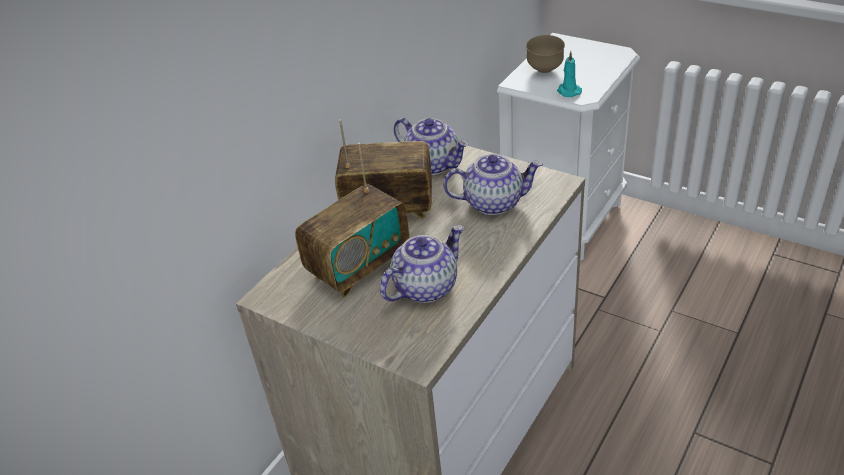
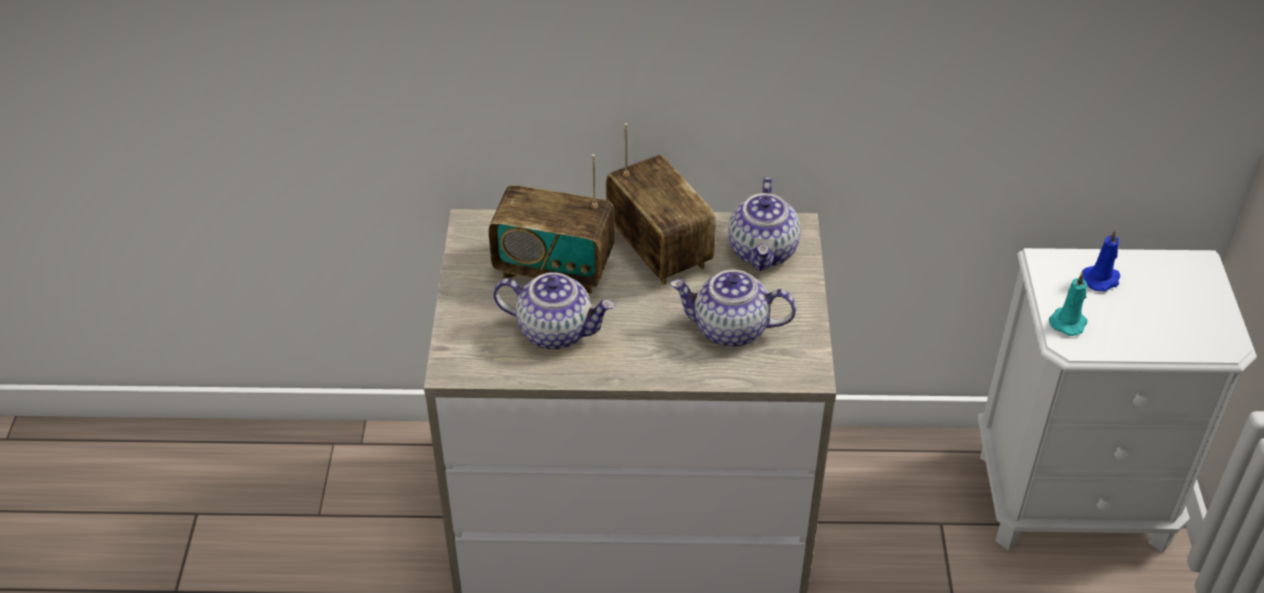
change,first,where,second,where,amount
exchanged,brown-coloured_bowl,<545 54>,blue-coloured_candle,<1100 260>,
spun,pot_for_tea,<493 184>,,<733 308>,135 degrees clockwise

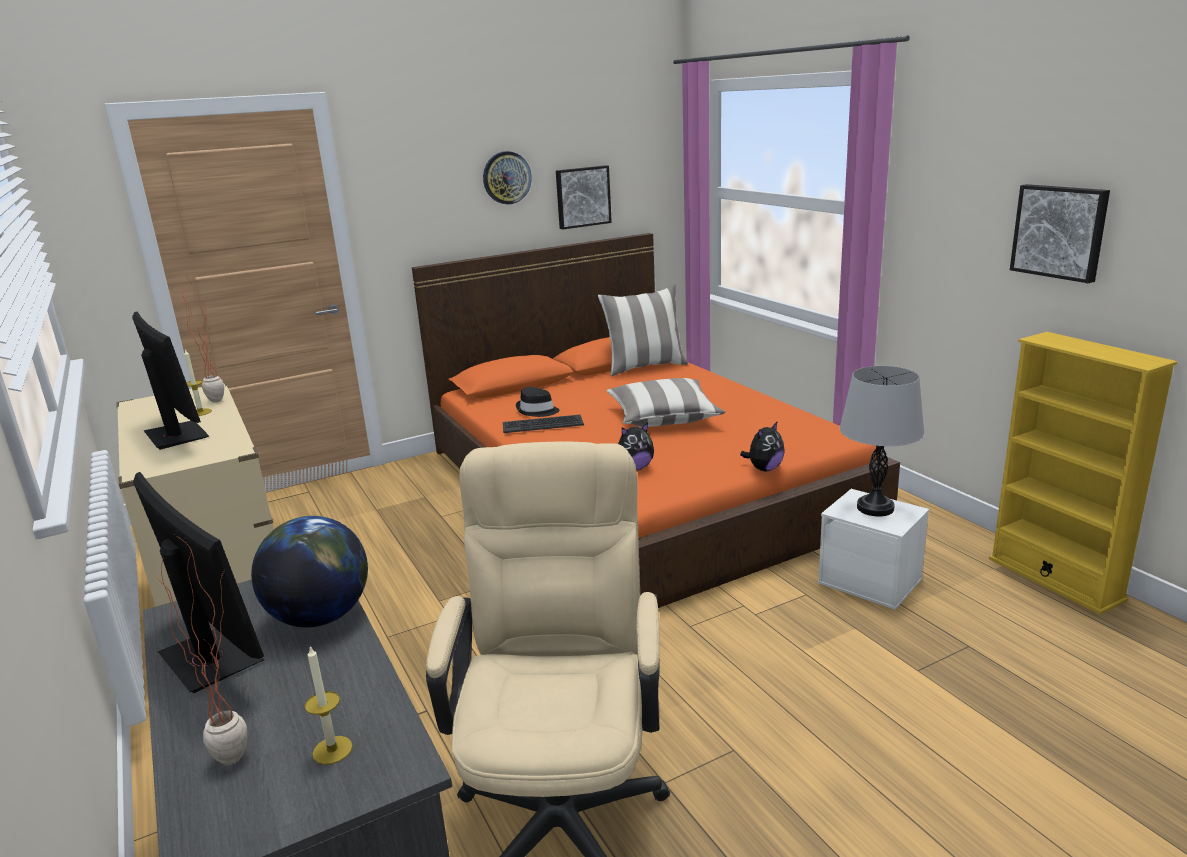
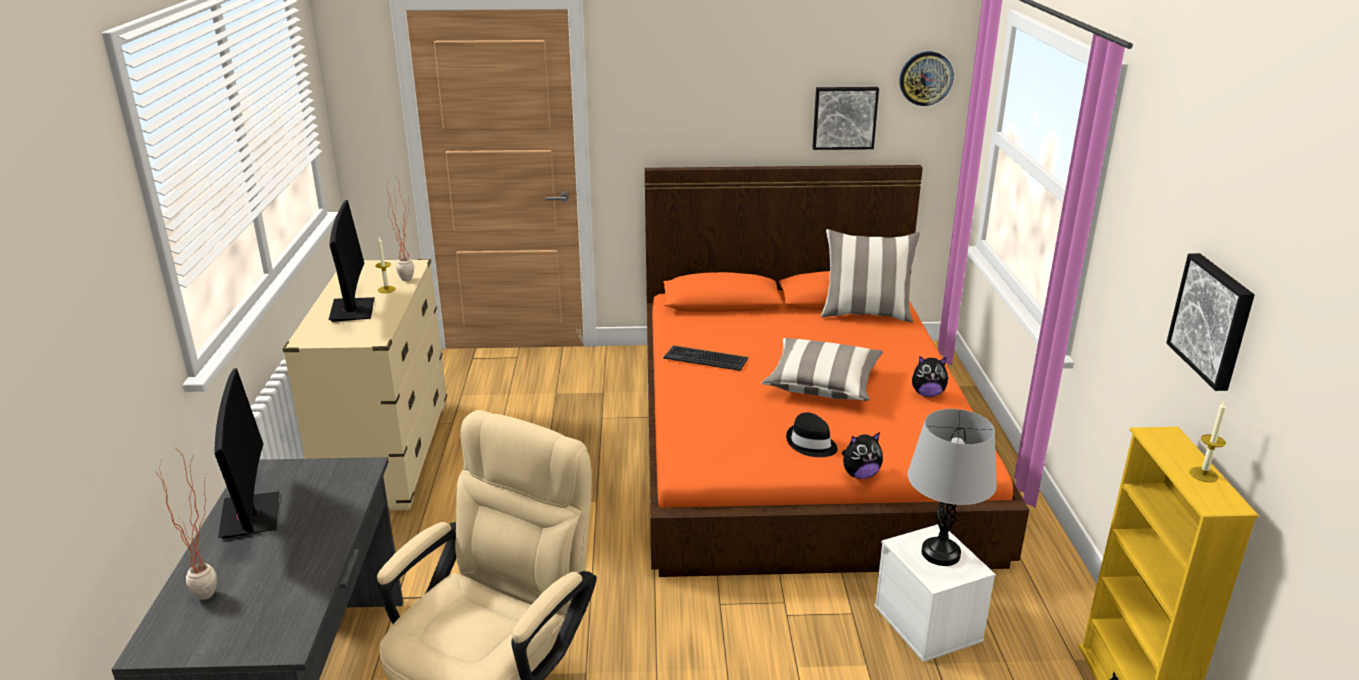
change,first,where,second,where,amount
missing,world_globe,<309 572>,,,
relocated,candle,<329 705>,,<1208 441>,
relocated,wall_clock,<507 177>,,<927 78>,
relocated,black-coloured_wearable_hat,<537 402>,,<812 434>,
relocated,soft_toy,<636 446>,,<930 377>,

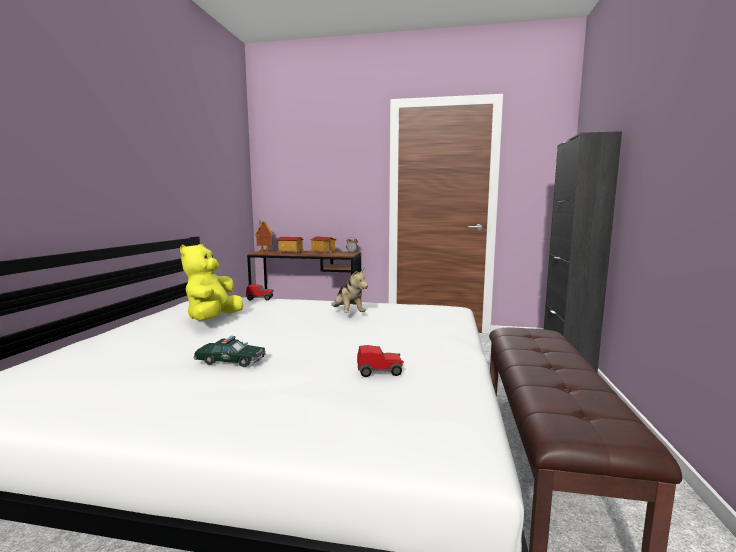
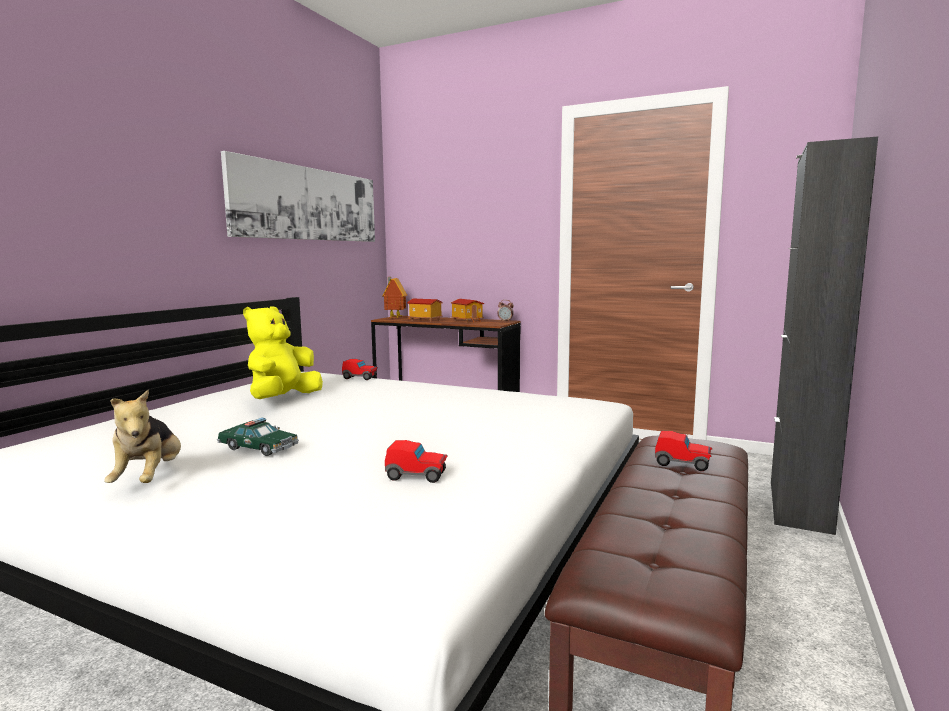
change,first,where,second,where,amount
appeared,,,picture,<298 196>,
appeared,,,model_car,<683 451>,
relocated,soft_toy,<349 290>,,<142 436>,

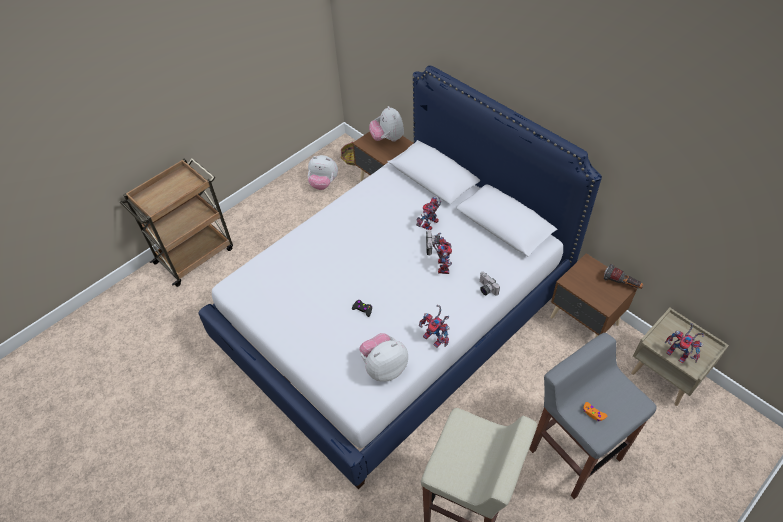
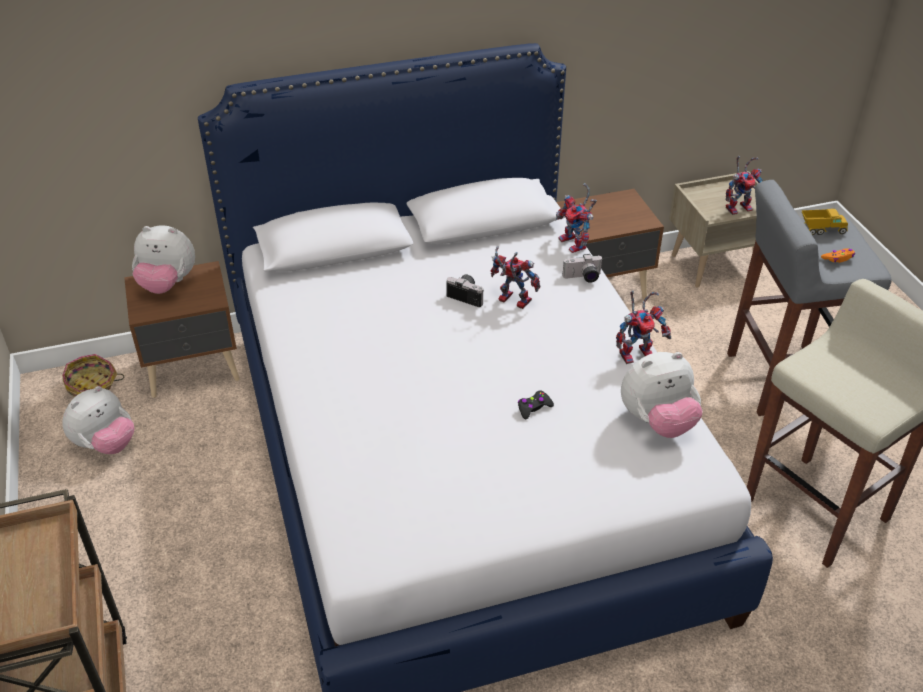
change,first,where,second,where,amount
missing,flashlight,<624 276>,,,
appeared,,,model_truck,<824 221>,
relocated,toy_robot,<428 213>,,<576 218>,
spun,soft_toy,<384 357>,,<661 395>,105 degrees counterclockwise

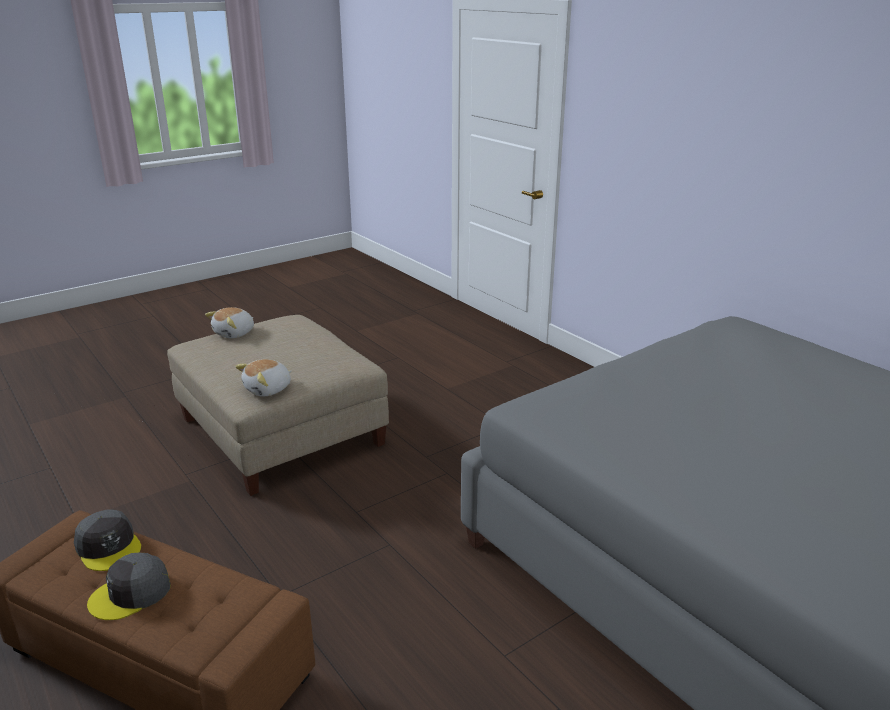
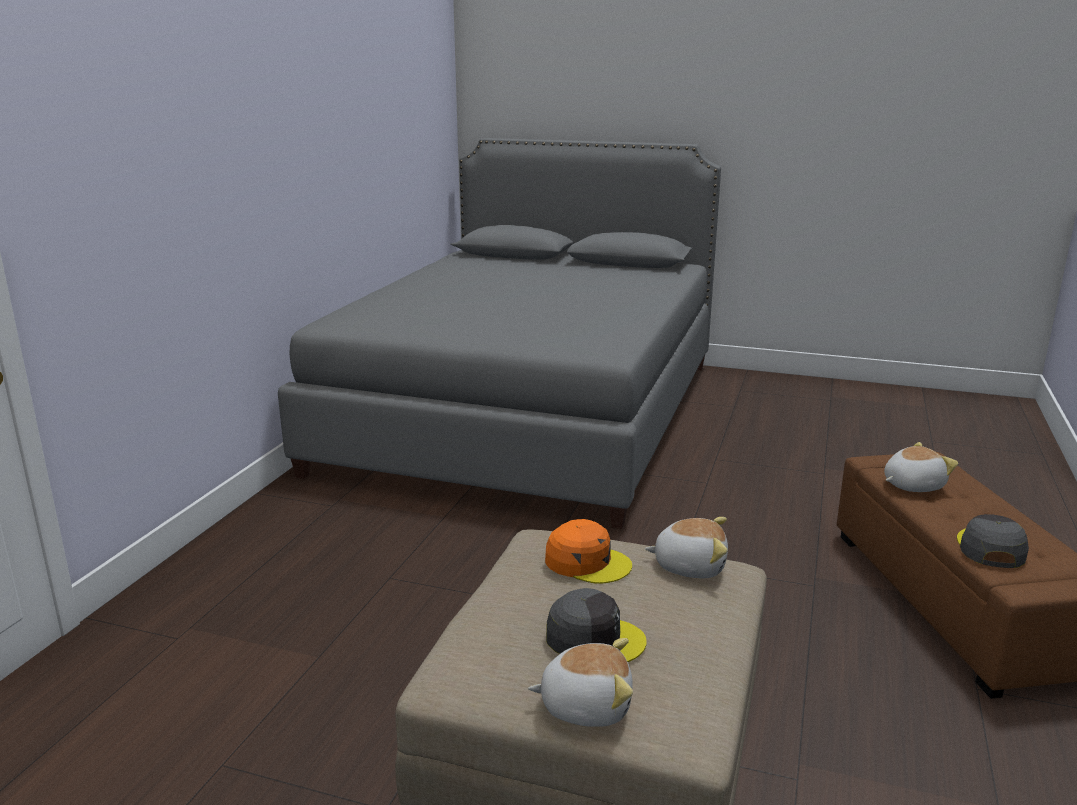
change,first,where,second,where,amount
appeared,,,orange_cap,<588 551>,
appeared,,,soft_toy,<921 467>,
relocated,gray_cap,<129 586>,,<596 625>,

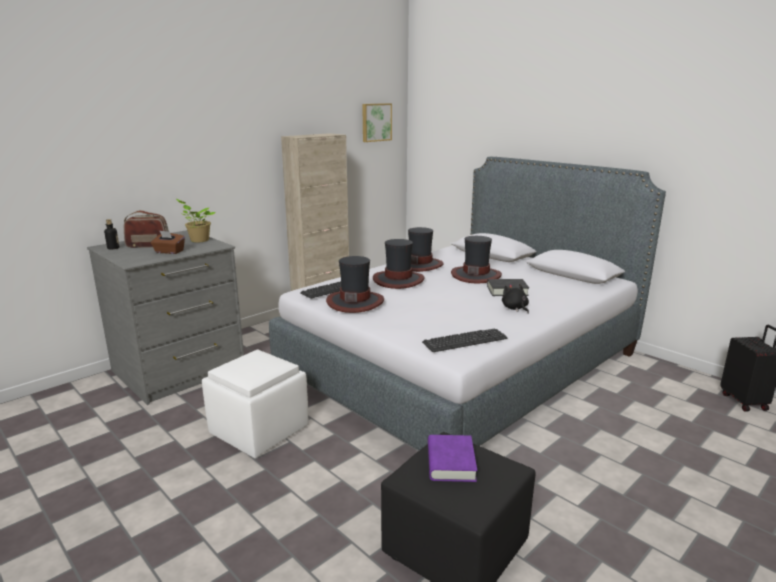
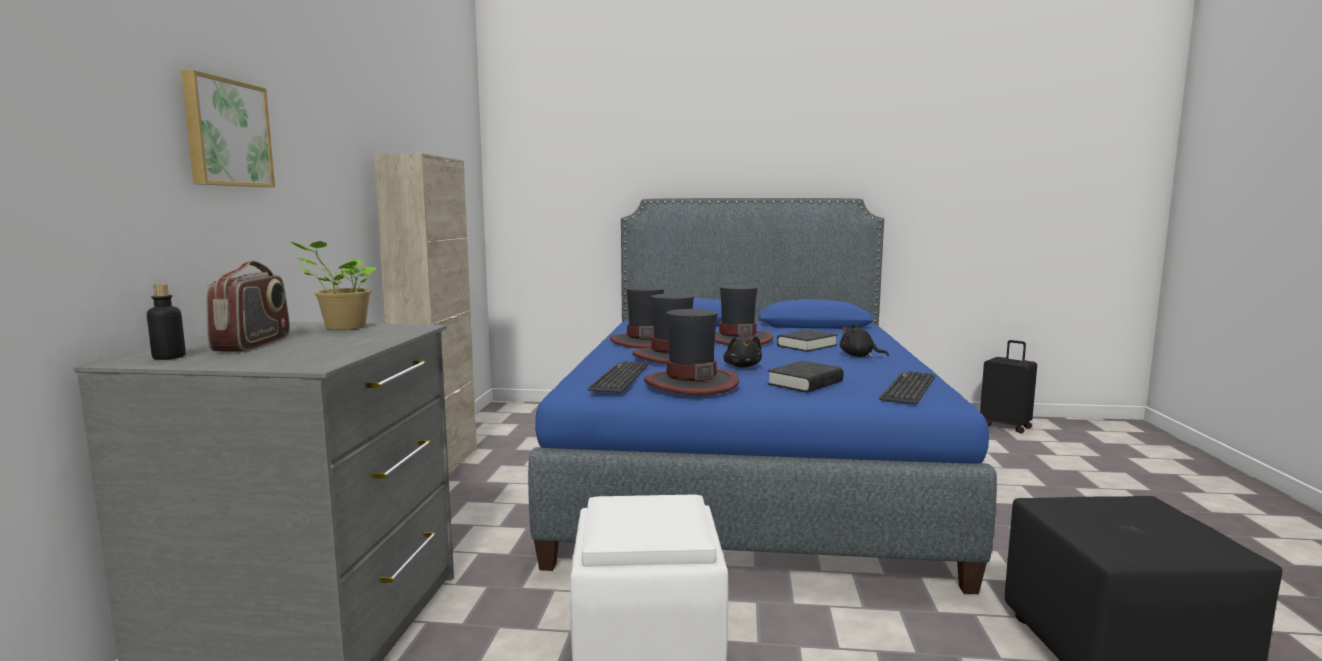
change,first,where,second,where,amount
missing,brown-coloured_tissue_holder,<168 242>,,,
missing,purple-coloured_bound_book,<452 458>,,,
appeared,,,black-coloured_soft_toy,<742 352>,
appeared,,,black-coloured_bound_book,<806 377>,
relocated,picture,<377 122>,,<228 128>,
colour,gray_bed,<467 303>,blue-coloured_bed,<762 396>,
spun,radio_receiver,<146 229>,,<248 306>,135 degrees clockwise

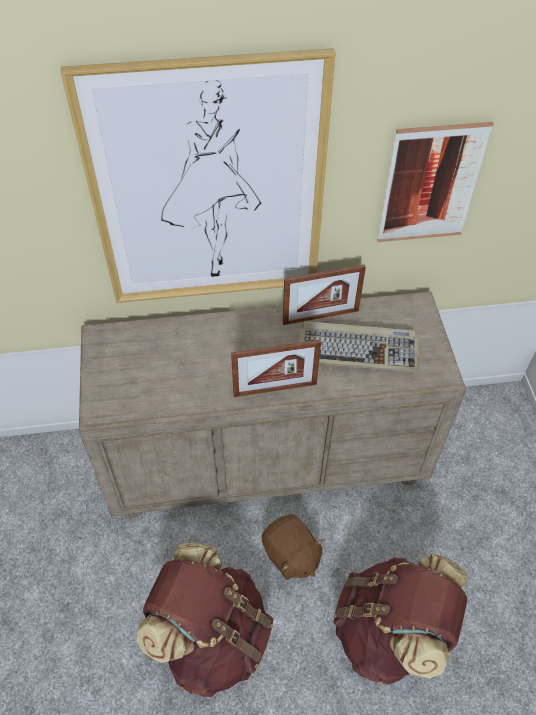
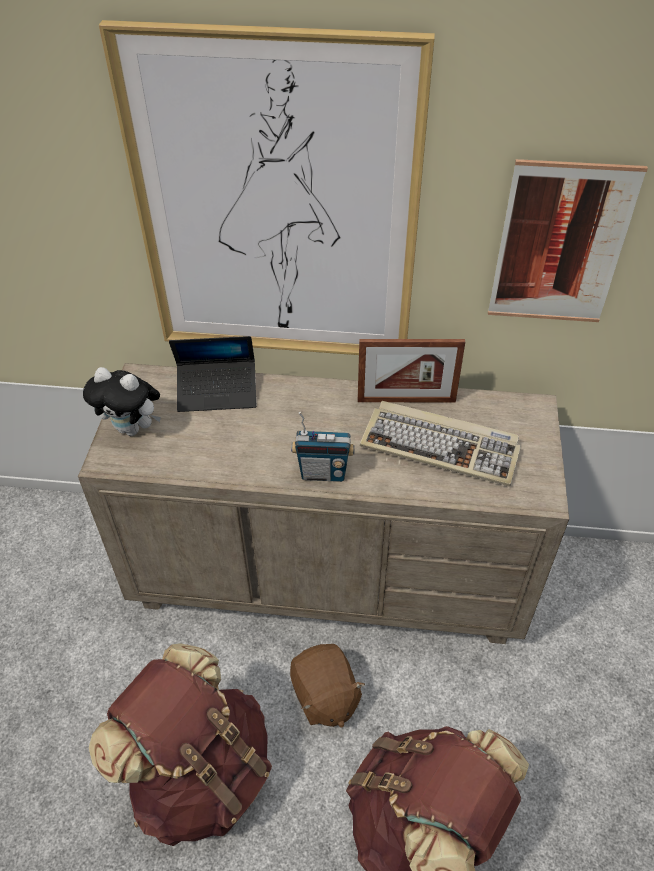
change,first,where,second,where,amount
appeared,,,soft_toy,<122 401>,
appeared,,,laptop,<213 374>,
exchanged,photo_frame,<276 368>,radio_receiver,<323 447>,

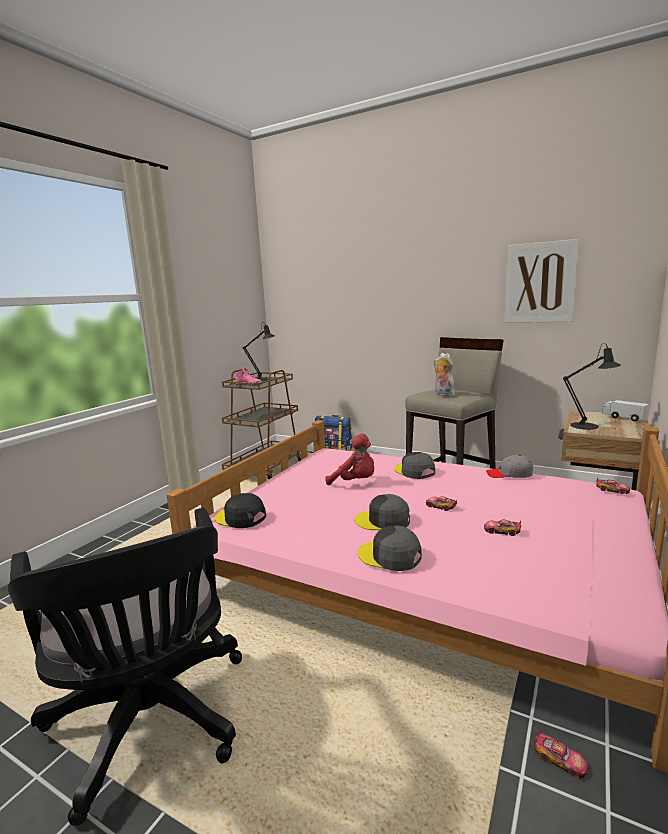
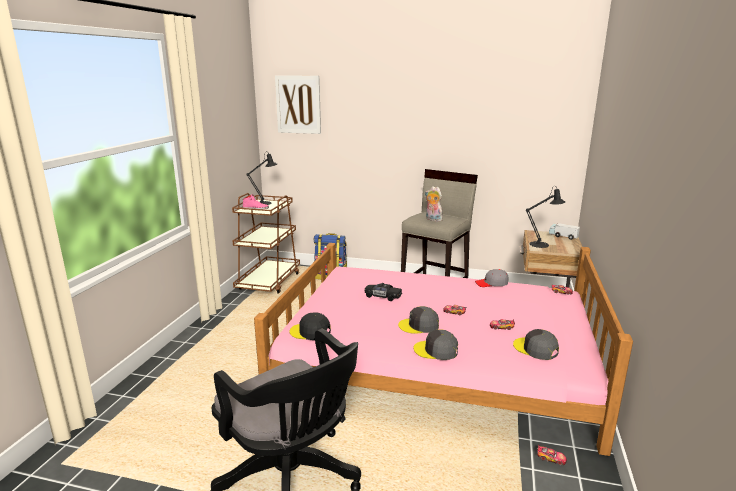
change,first,where,second,where,amount
relocated,gray_cap,<415 465>,,<536 344>,
relocated,picture,<542 281>,,<298 104>,
exchanged,reddish_soft_toy,<349 459>,black-coloured_model_car,<383 292>,

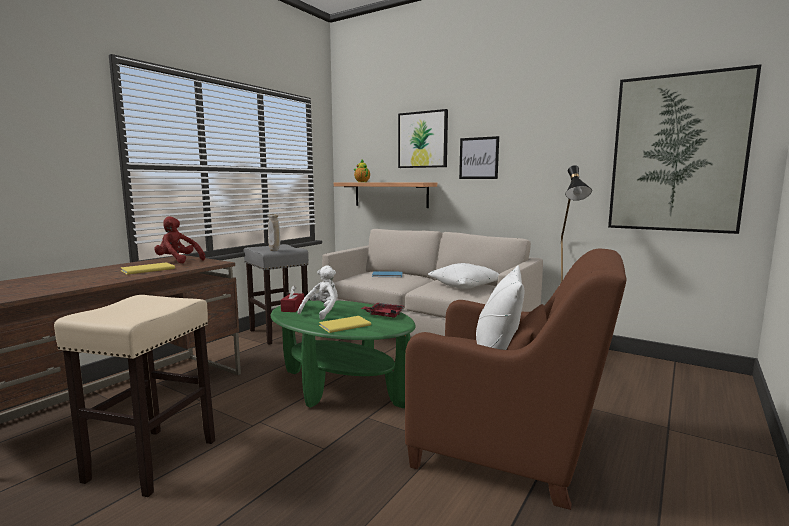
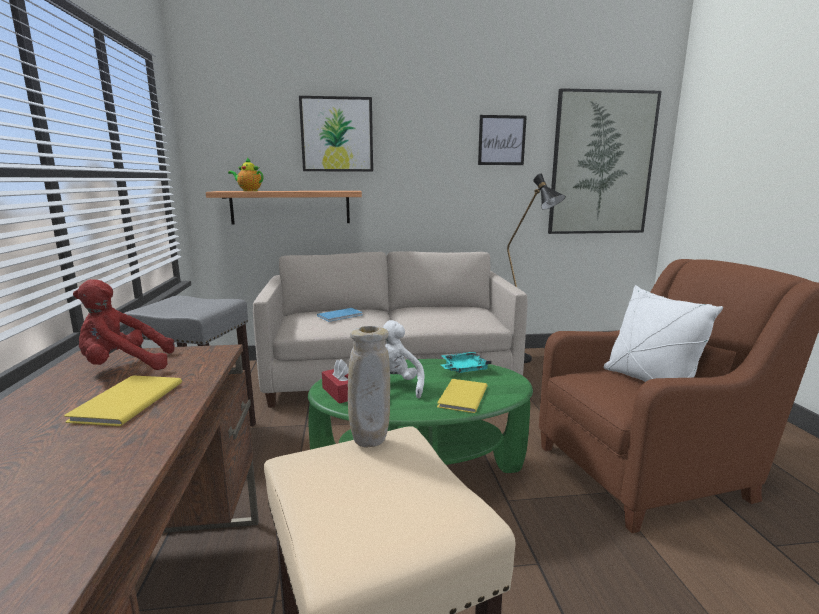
change,first,where,second,where,amount
missing,whitish_pillow,<463 276>,,,
relocated,sand-coloured_decorative_vase,<274 232>,,<369 387>,
relocated,picture,<479 157>,,<502 140>,
colour,reddish_carrying_tray,<382 310>,turquoise_carrying_tray,<466 362>,

